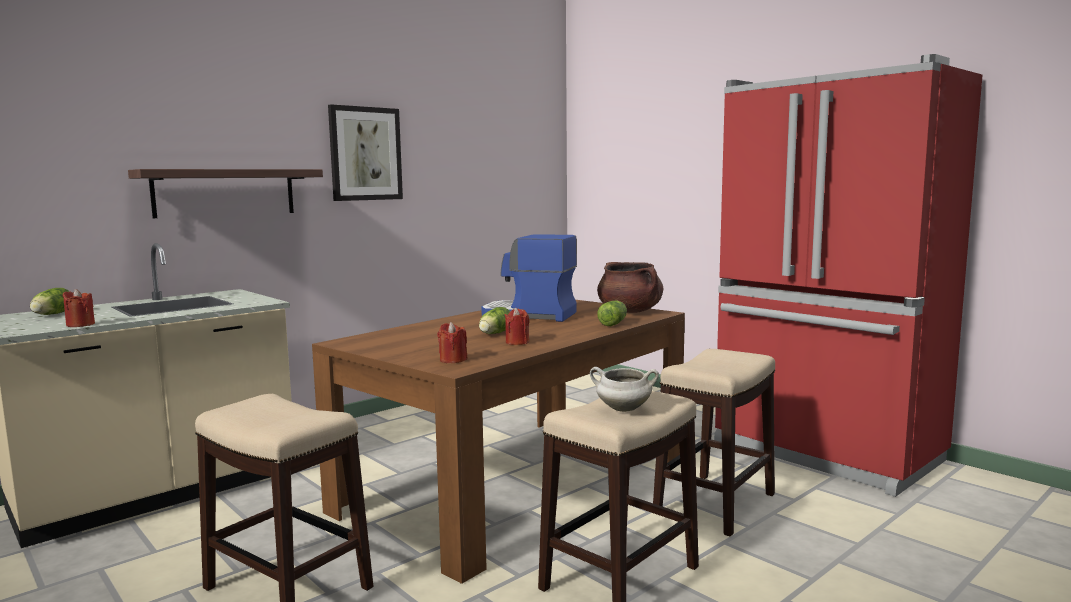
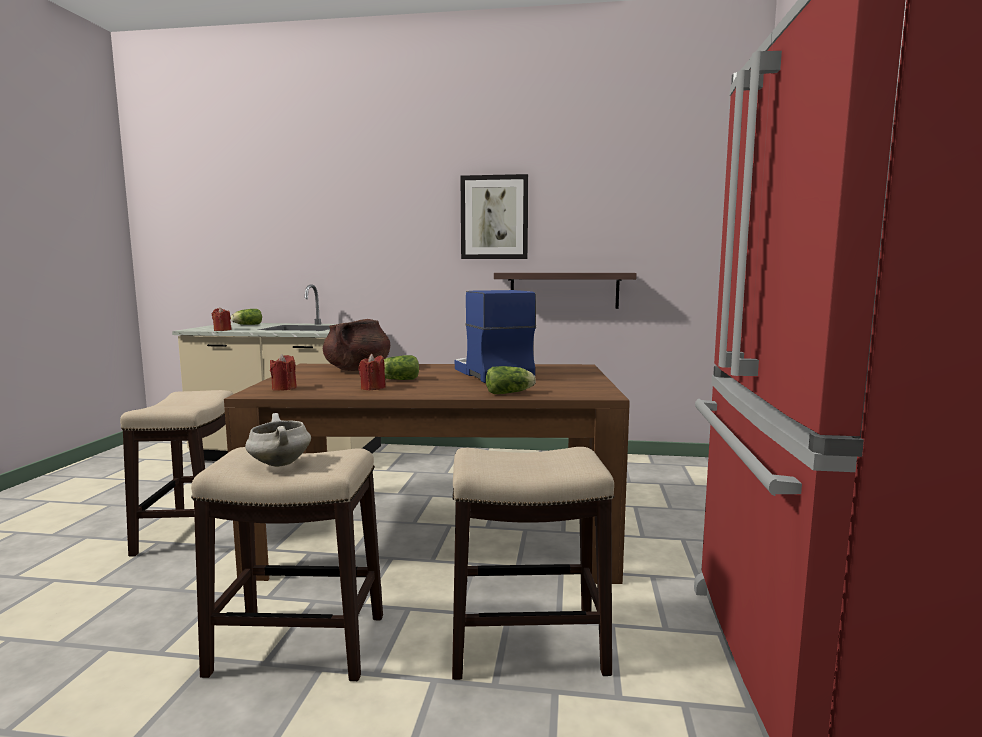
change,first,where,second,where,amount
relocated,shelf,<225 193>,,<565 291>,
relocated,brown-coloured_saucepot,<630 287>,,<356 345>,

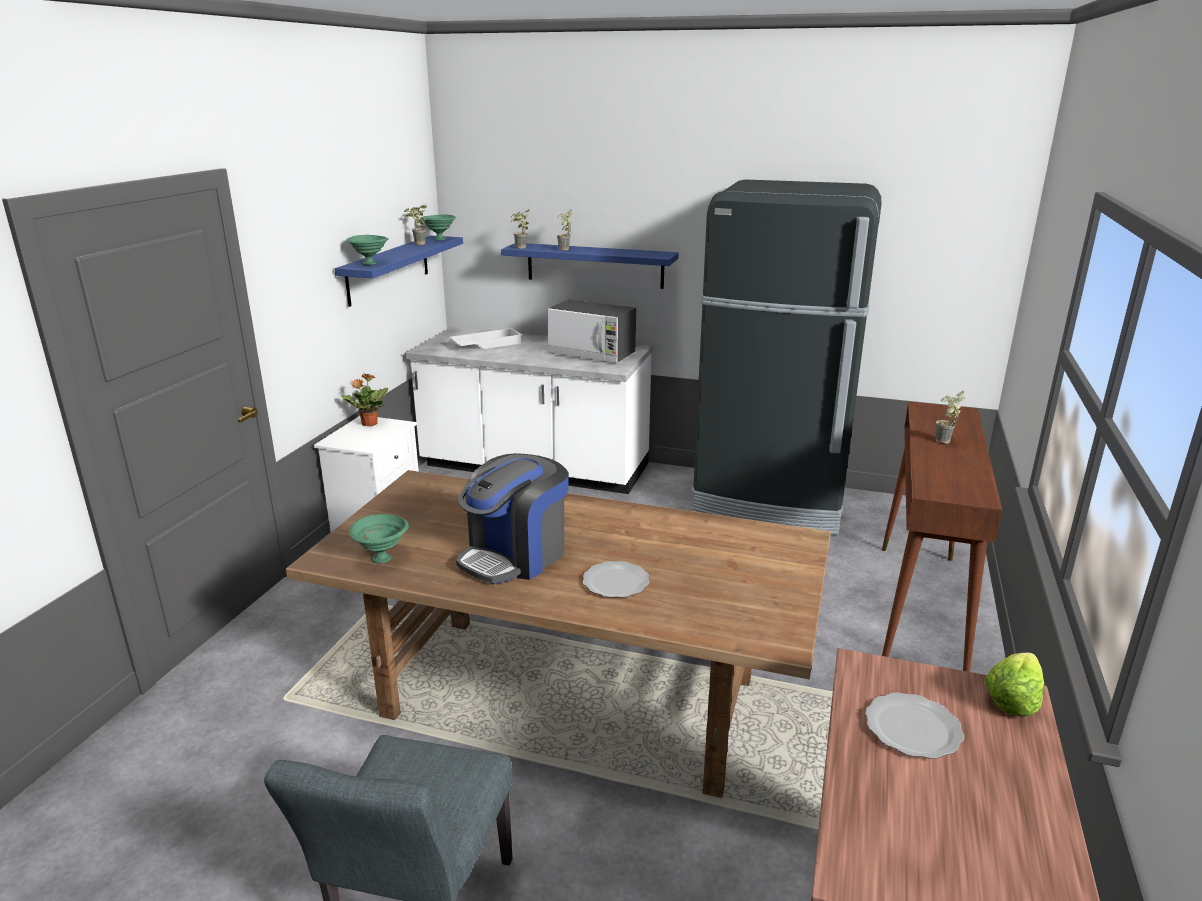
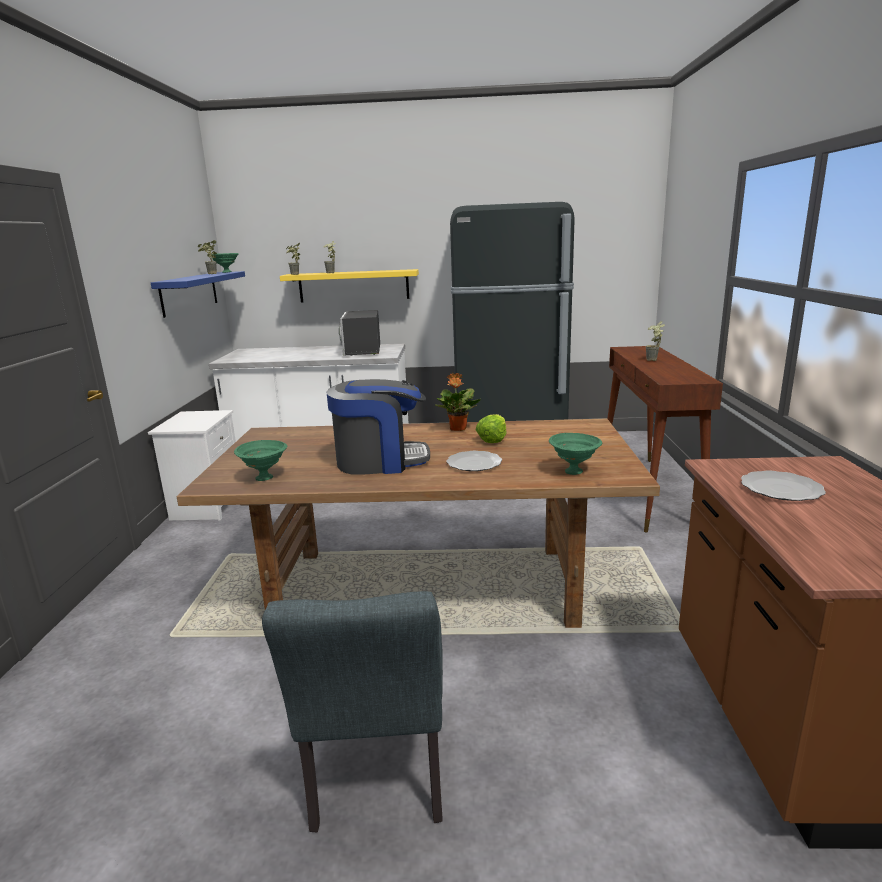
change,first,where,second,where,amount
missing,whitish_carrying_tray,<486 338>,,,
relocated,houseplant,<364 400>,,<457 402>,
relocated,green-coloured_bowl,<367 250>,,<575 454>,
relocated,head_of_lettuce,<1014 684>,,<491 428>,
colour,blue-coloured_shelf,<590 266>,yellowish_shelf,<349 285>,
spun,coffee_machine,<512 518>,,<378 427>,120 degrees counterclockwise
spun,microwave_oven,<591 331>,,<359 333>,75 degrees clockwise

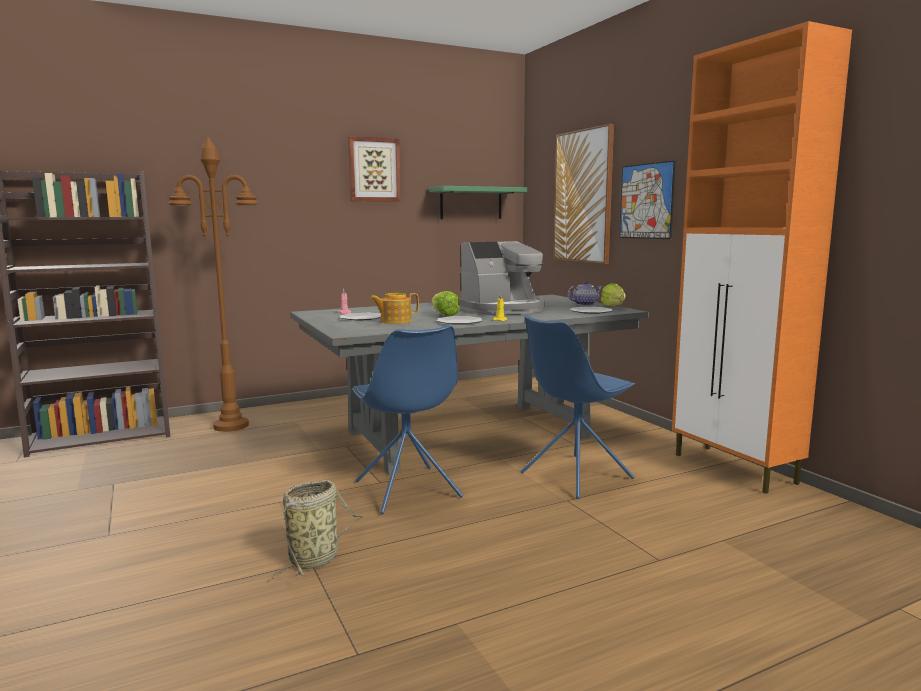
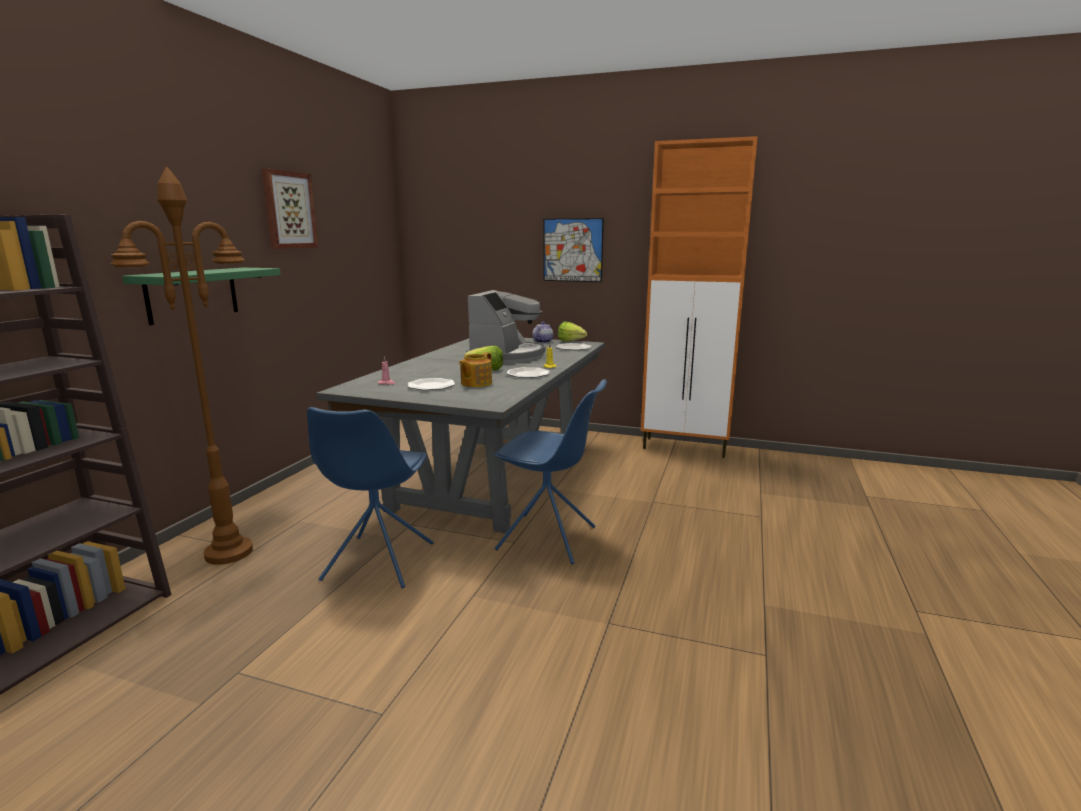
change,first,where,second,where,amount
missing,basket,<317 530>,,,
missing,picture,<583 194>,,,
relocated,green-coloured_shelf,<478 202>,,<201 296>,
relocated,blue-coloured_plain_chair,<577 407>,,<370 497>,

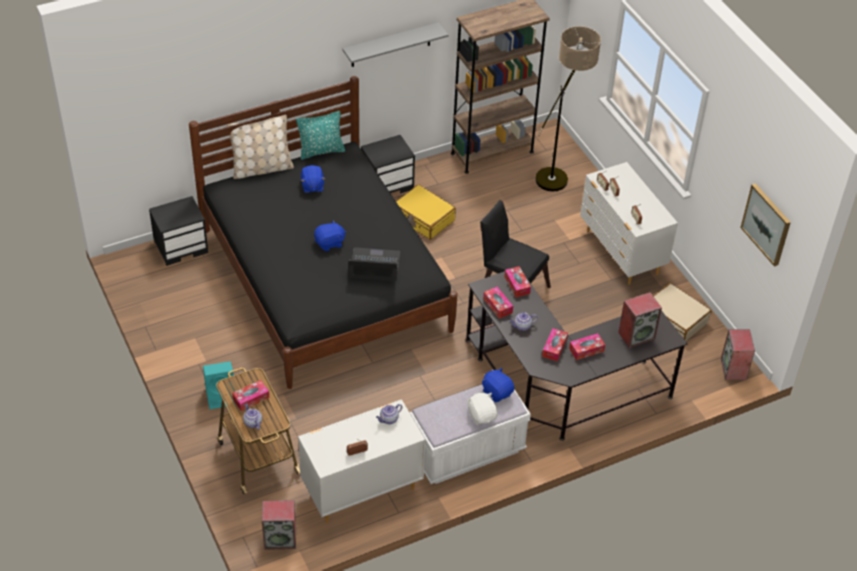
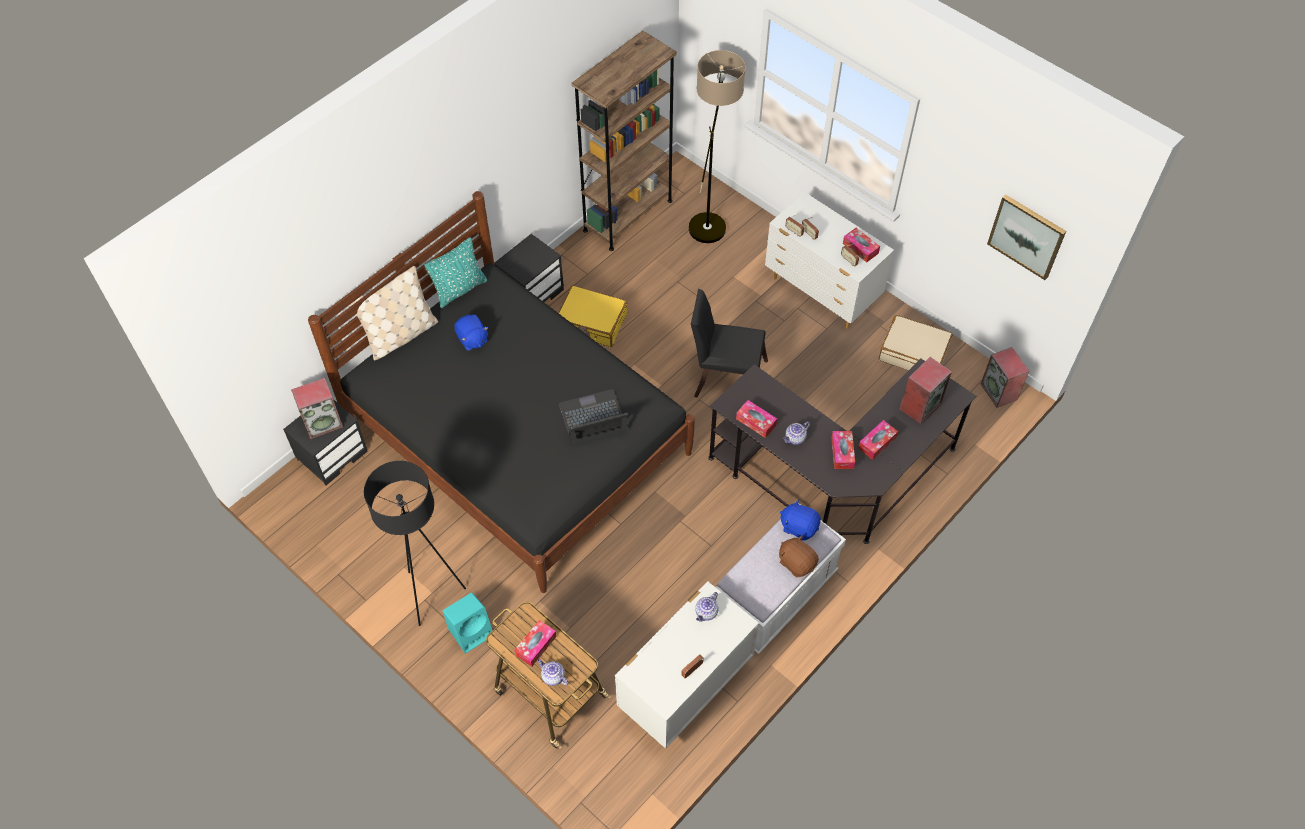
change,first,where,second,where,amount
missing,blue-coloured_soft_toy,<330 235>,,,
missing,gray_shelf,<395 44>,,,
appeared,,,black-coloured_standard_lamp,<415 543>,
relocated,loudspeaker,<279 525>,,<317 408>,
relocated,tissue_holder,<517 282>,,<861 245>,
colour,whitish_soft_toy,<482 409>,brown-coloured_soft_toy,<799 556>,

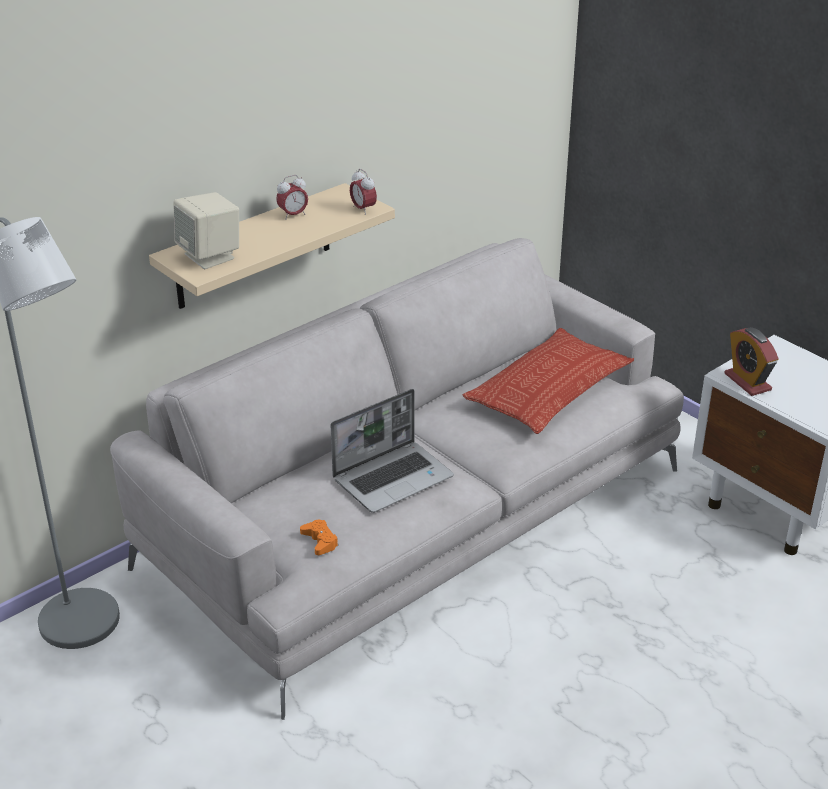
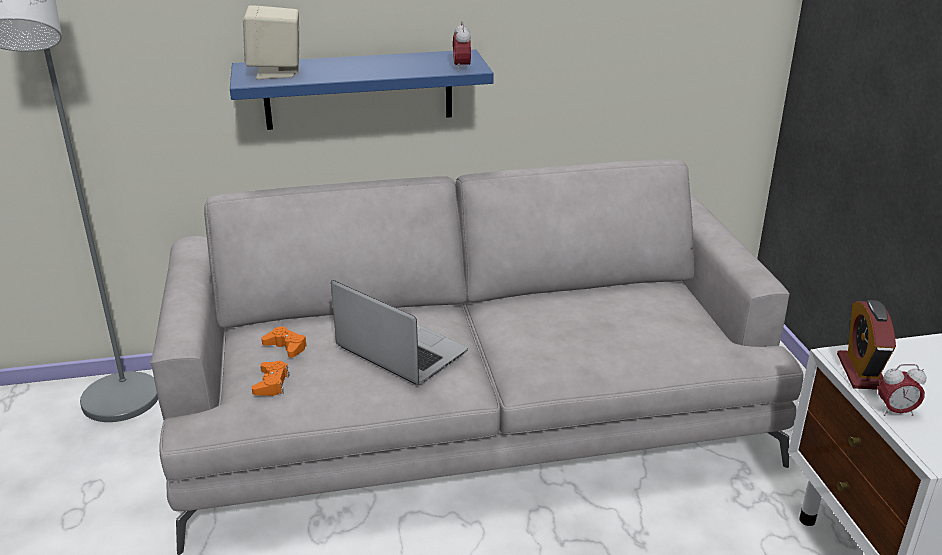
change,first,where,second,where,amount
missing,pillow,<548 381>,,,
appeared,,,orange_game_controller,<284 342>,
relocated,bedside_clock,<292 197>,,<902 390>,
colour,sand-coloured_shelf,<272 246>,blue-coloured_shelf,<362 89>,
spun,laptop,<392 451>,,<399 332>,135 degrees counterclockwise

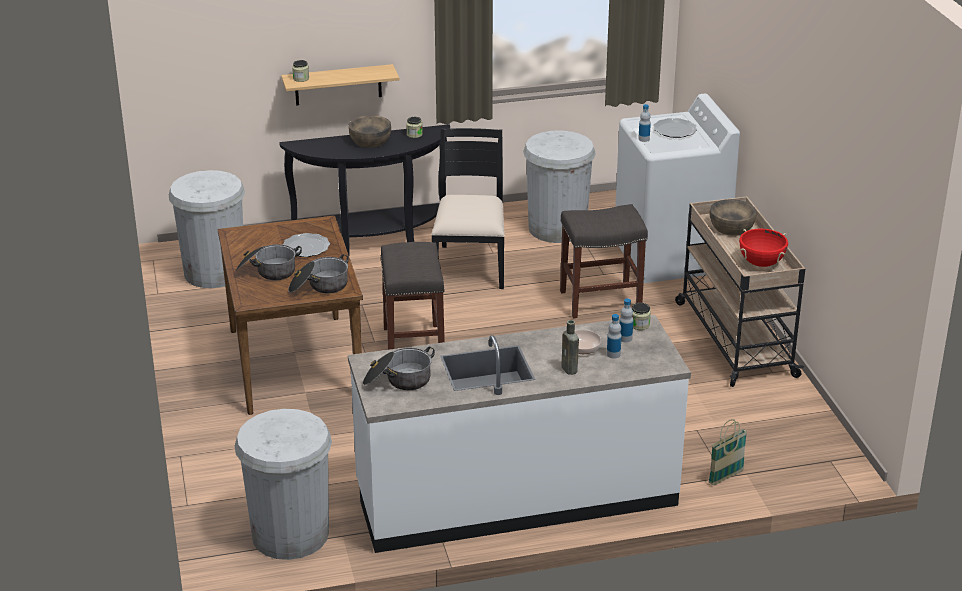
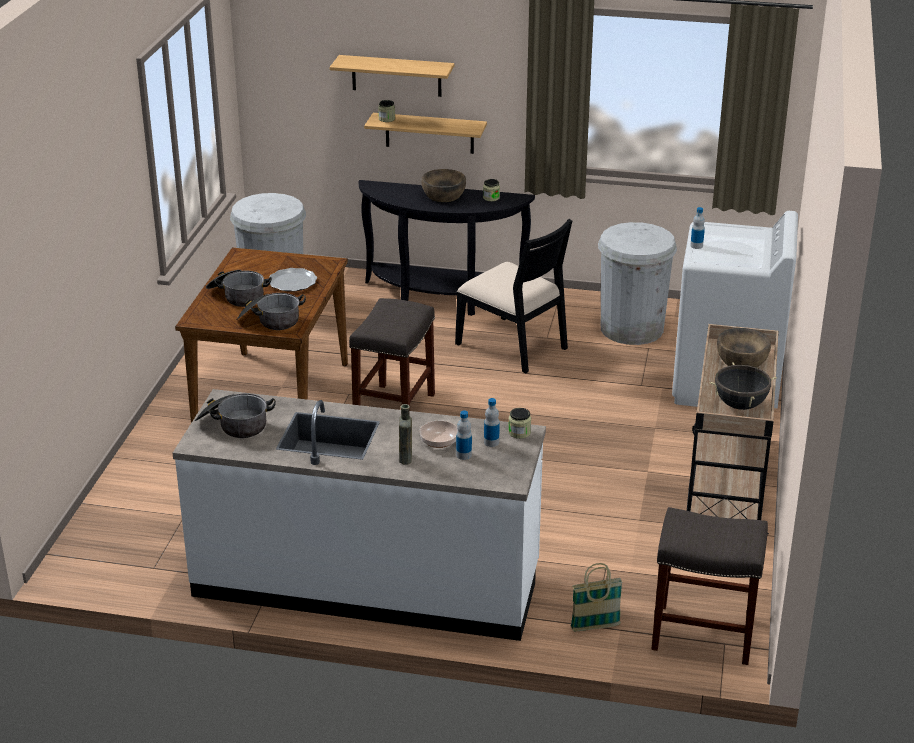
change,first,where,second,where,amount
missing,whitish_trash_can,<283 484>,,,
missing,flat_dish,<675 128>,,,
appeared,,,shelf,<392 76>,
relocated,gray_sitting_stool,<604 261>,,<709 586>,
colour,reddish_saucepot,<763 248>,black-coloured_saucepot,<743 386>,
spun,black-coloured_plain_chair,<468 208>,,<513 296>,105 degrees clockwise

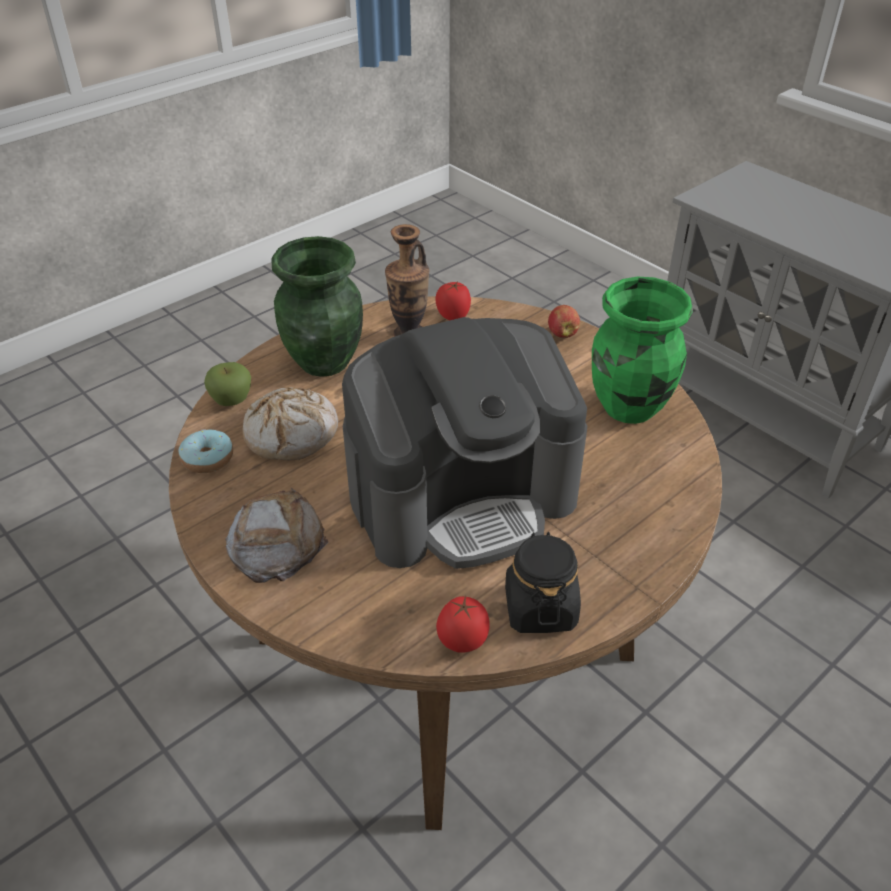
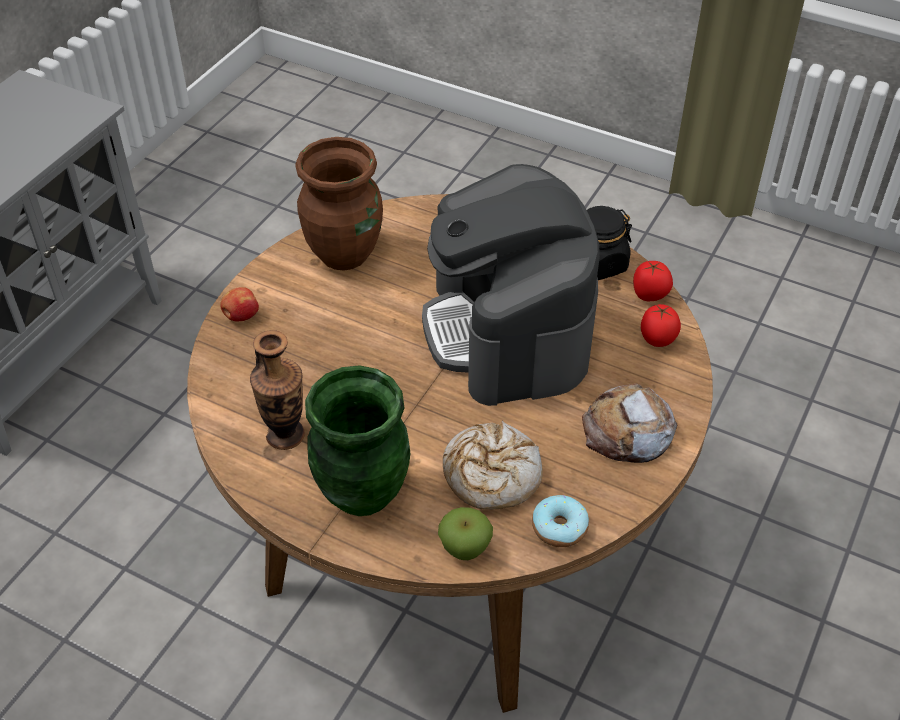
change,first,where,second,where,amount
relocated,tomato,<453 301>,,<661 325>,
colour,green-coloured_decorative_vase,<642 350>,brown-coloured_decorative_vase,<339 204>,
spun,coffee_machine,<464 443>,,<511 285>,150 degrees counterclockwise

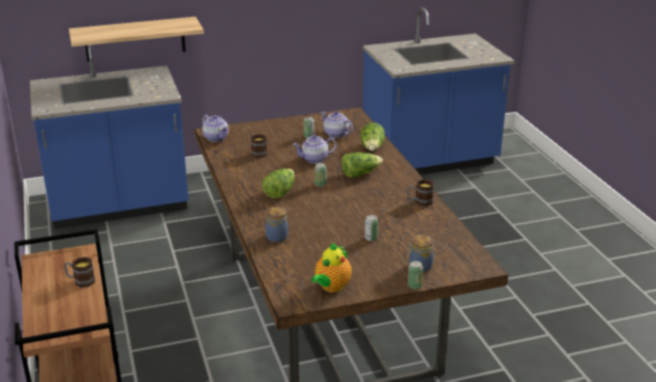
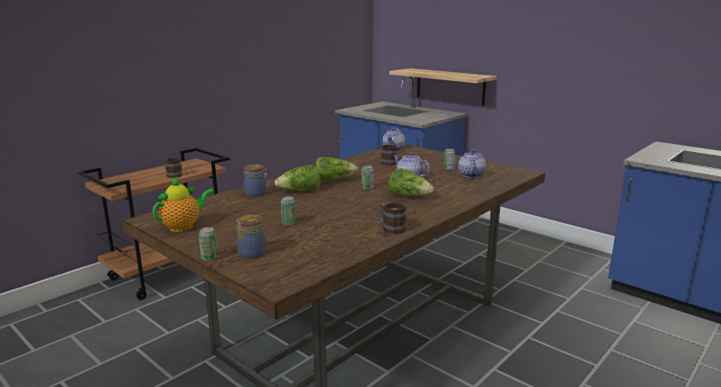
change,first,where,second,where,amount
relocated,head_of_lettuce,<372 137>,,<297 178>,
spun,pot_for_tea,<331 267>,,<183 204>,135 degrees clockwise

